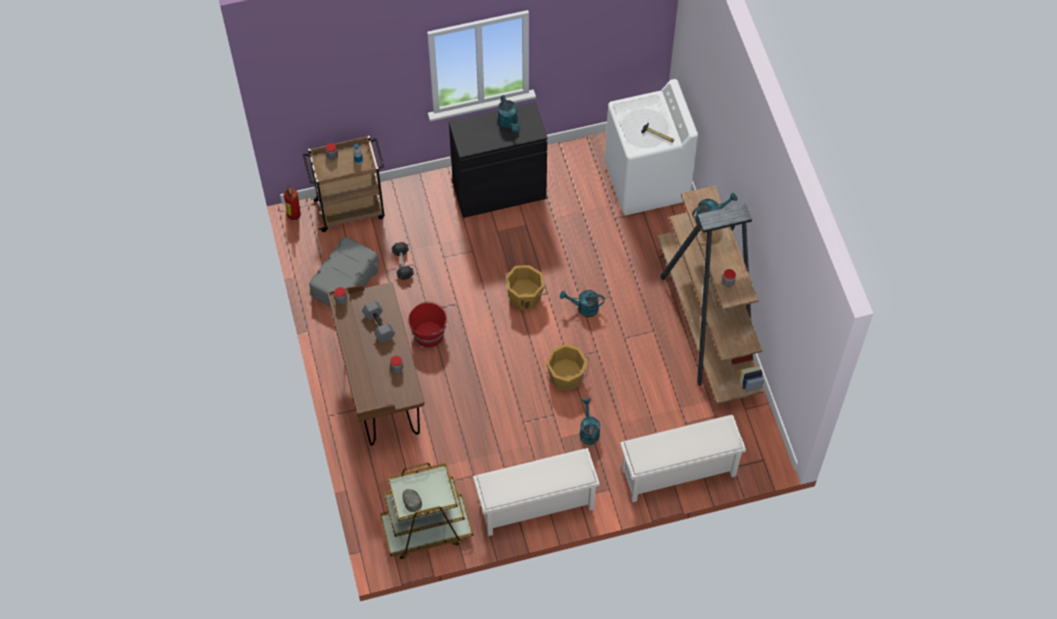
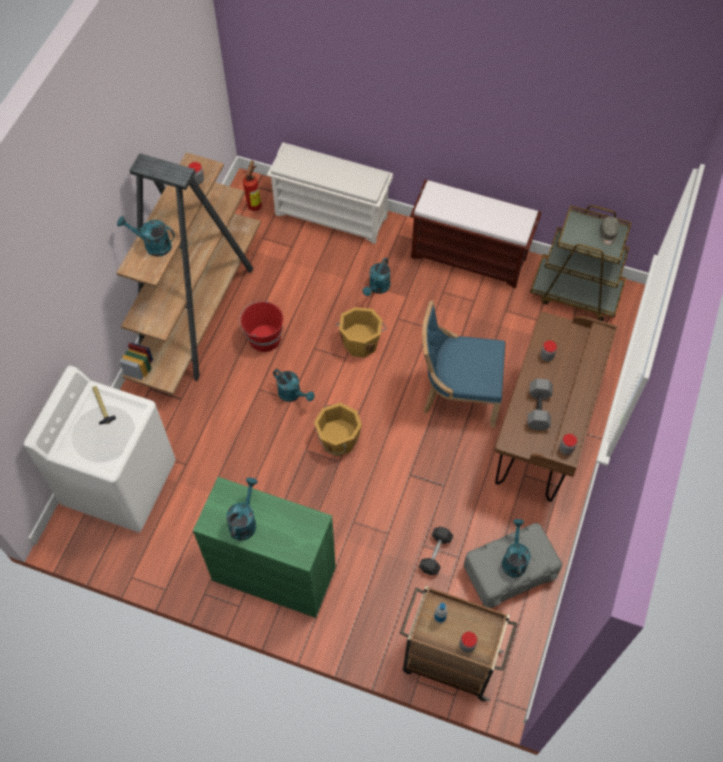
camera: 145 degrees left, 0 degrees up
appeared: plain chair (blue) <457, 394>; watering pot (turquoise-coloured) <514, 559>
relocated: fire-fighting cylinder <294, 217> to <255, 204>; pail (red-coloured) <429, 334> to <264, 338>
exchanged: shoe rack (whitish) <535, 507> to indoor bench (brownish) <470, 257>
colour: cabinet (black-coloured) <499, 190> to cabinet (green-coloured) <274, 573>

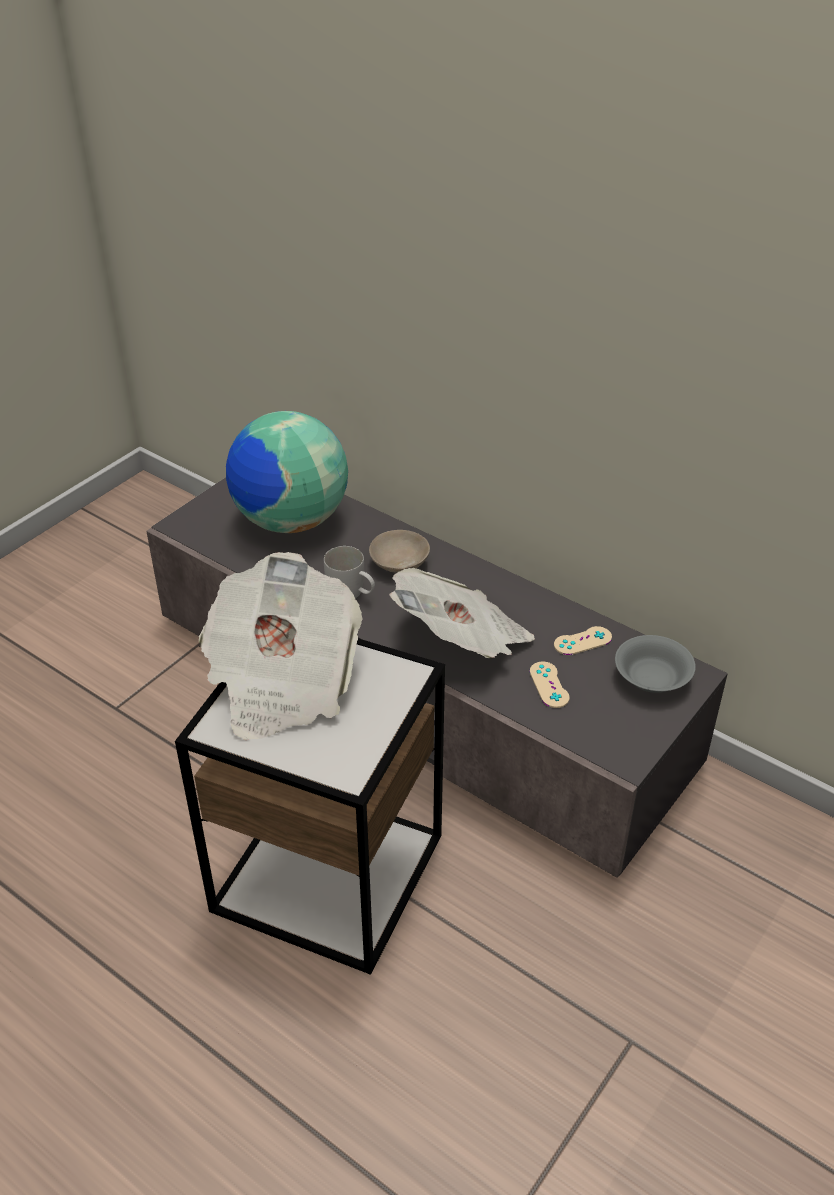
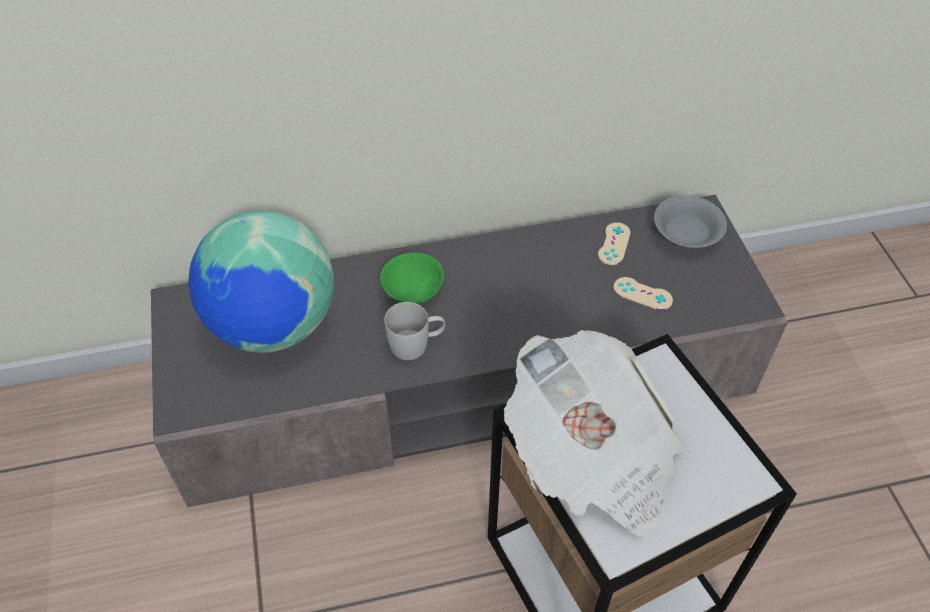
camera: 50 degrees left, 10 degrees up
missing: daily paper <462, 641>
colour: bowl (sand-coloured) <400, 562> to bowl (green-coloured) <411, 288>

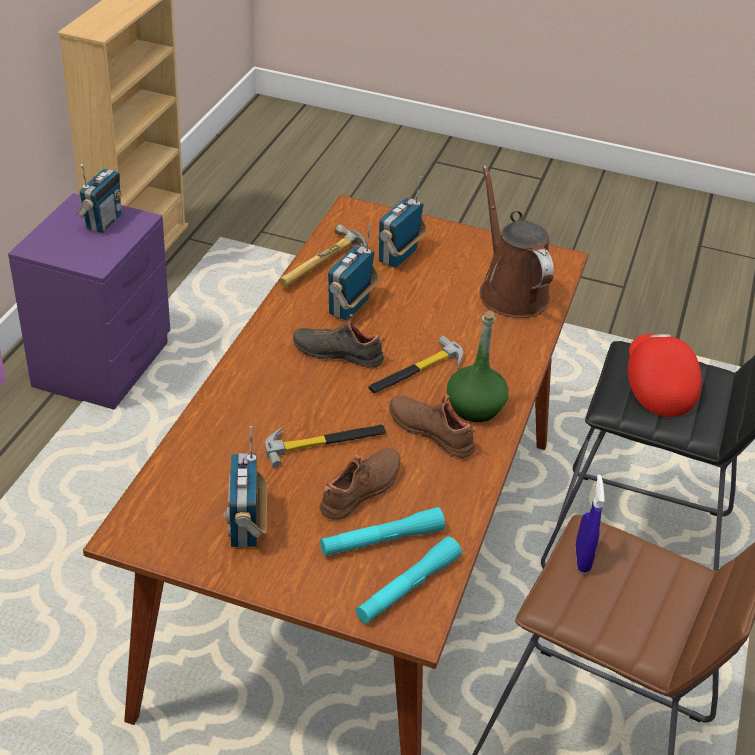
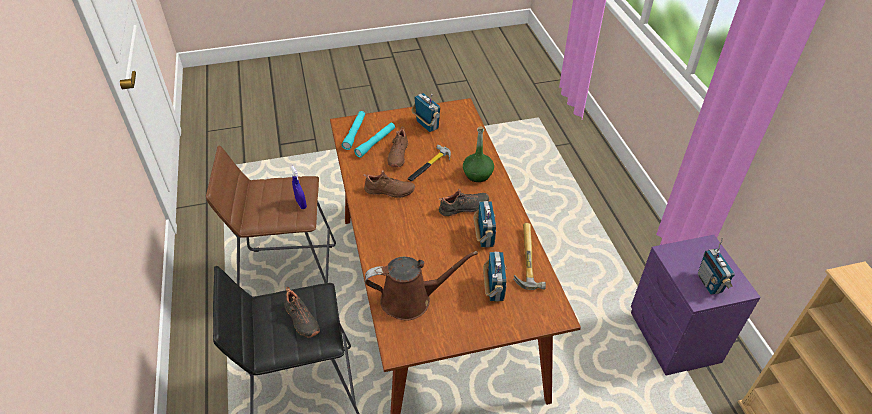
camera: 150 degrees right, 5 degrees up
missing: tool hammer <416, 372>
relocated: drink bottle (green-coloured) <475, 407> to <477, 174>
exchanged: peaked cap (red-coloured) <656, 386> to item of footwear (black-coloured) <301, 320>
spun: watering pot (brownish) <510, 291> = <411, 299> 45 degrees counterclockwise

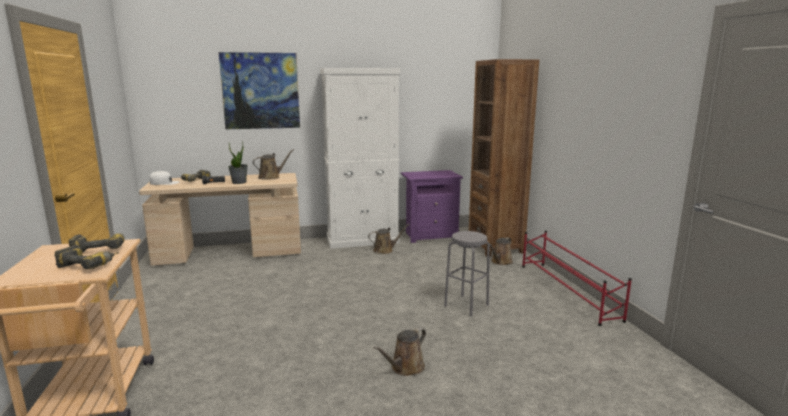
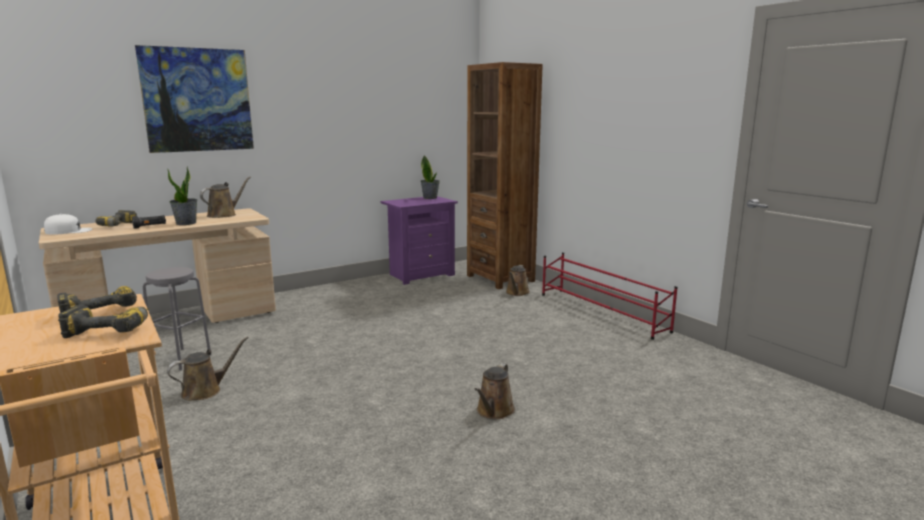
camera: 20 degrees left, 0 degrees up
missing: cabinet (whitish) <362, 240>
appeared: houseplant <430, 198>
relocated: watering pot (brownish) <385, 250> to <205, 390>; stool (gray) <466, 305> to <181, 359>

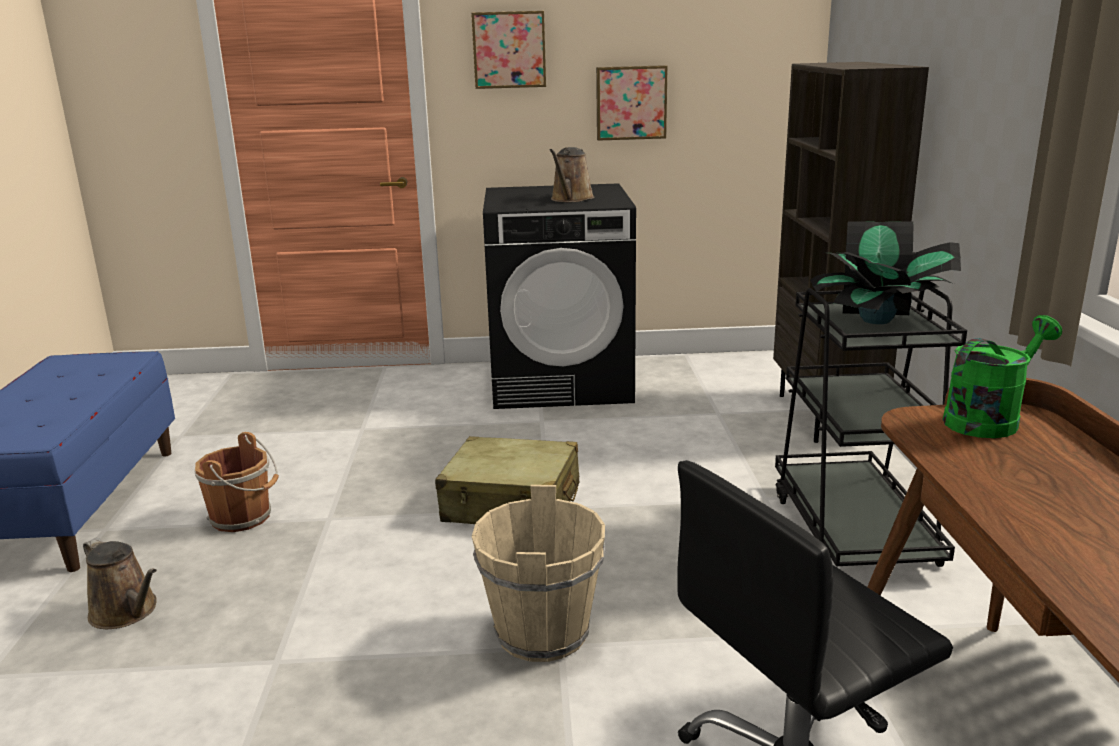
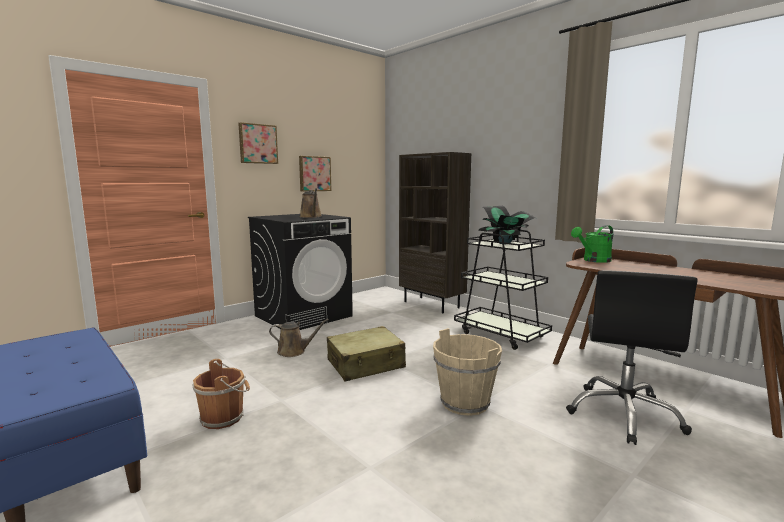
camera: 40 degrees left, 10 degrees down
relocated: watering pot (brownish) <127, 612> to <294, 351>
spun: watering pot (green-coloured) <989, 419> = <593, 260> 135 degrees counterclockwise

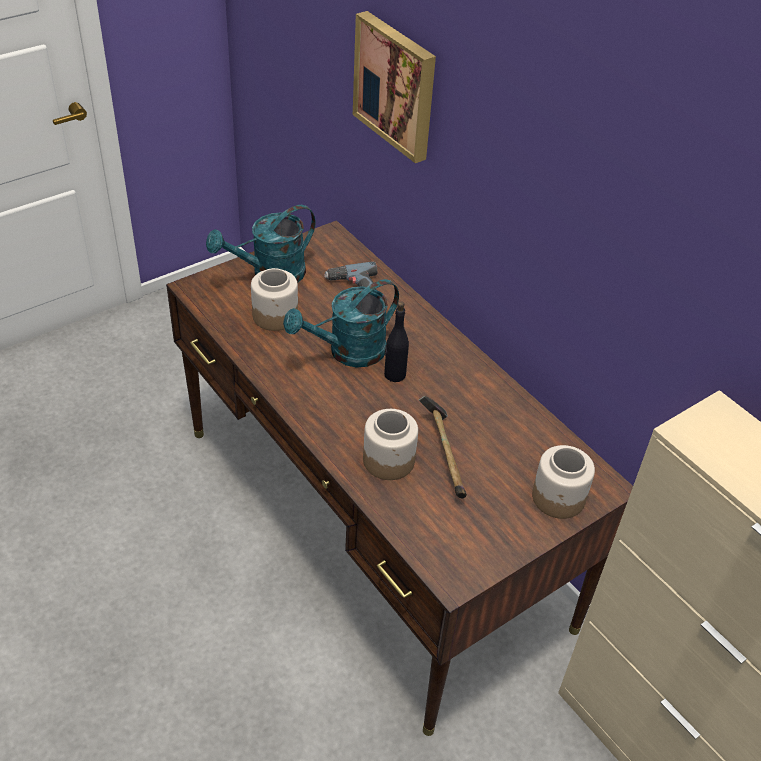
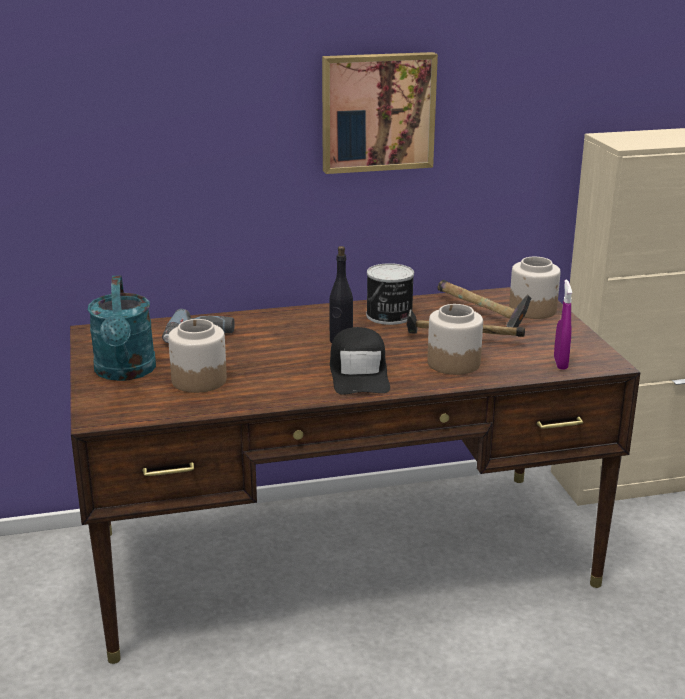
camera: 65 degrees left, 20 degrees down
missing: watering pot (turquoise-coloured) <348, 353>
appeared: can <389, 316>; tool hammer <481, 314>; hand sprayer (purple) <560, 363>; peaked cap (black-coloured) <359, 373>
relocated: wall art <396, 85> to <377, 111>

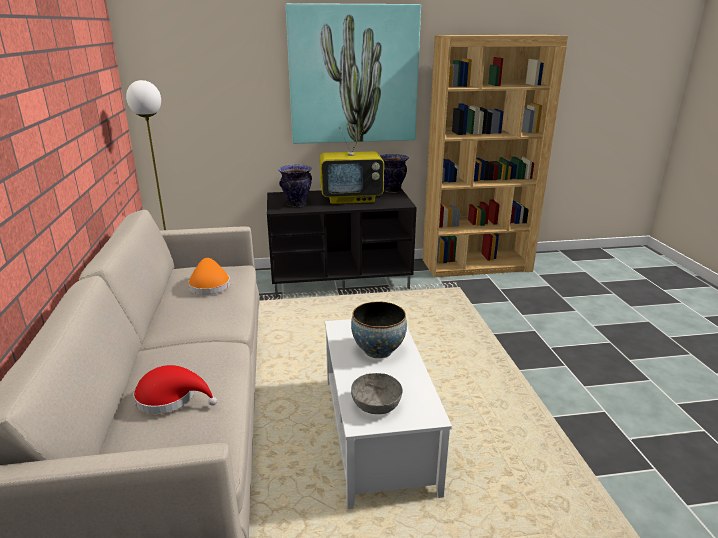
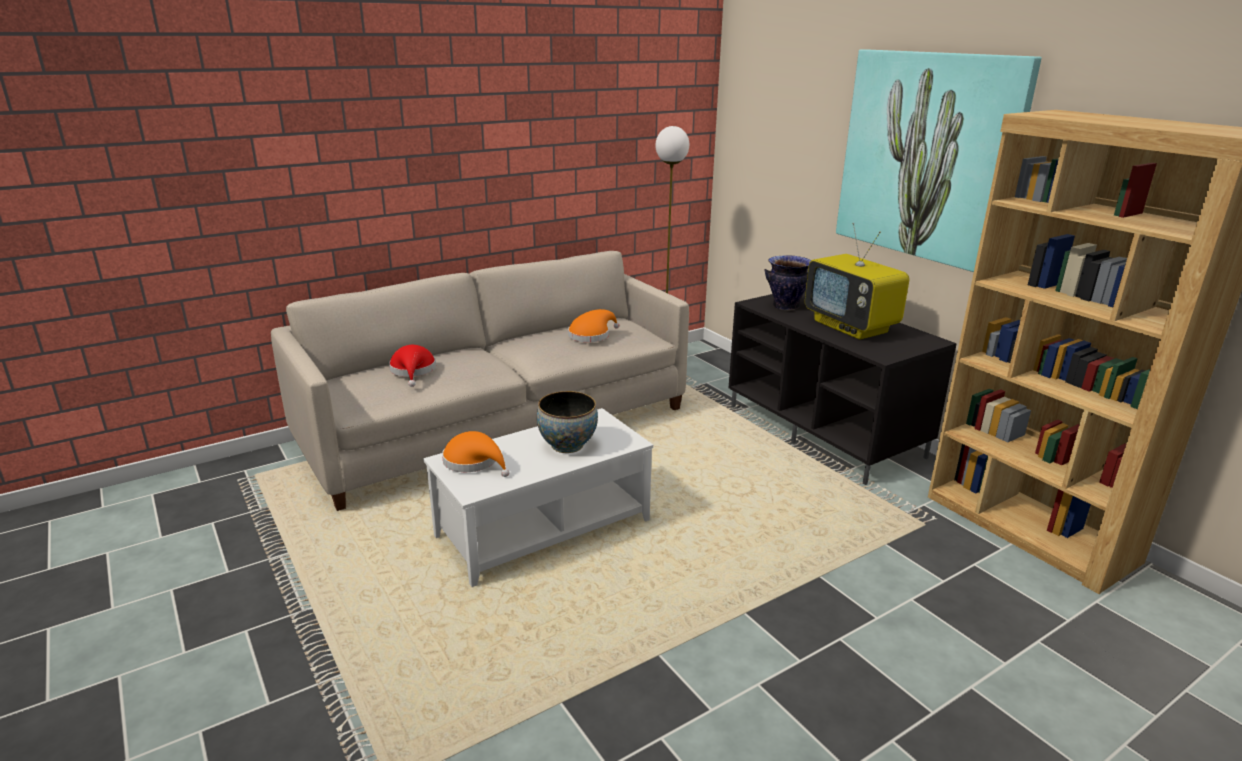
camera: 65 degrees right, 0 degrees up
missing: vase <391, 190>
exchanged: bowl (gray) <376, 404> to clothing hat (orange-coloured) <474, 462>

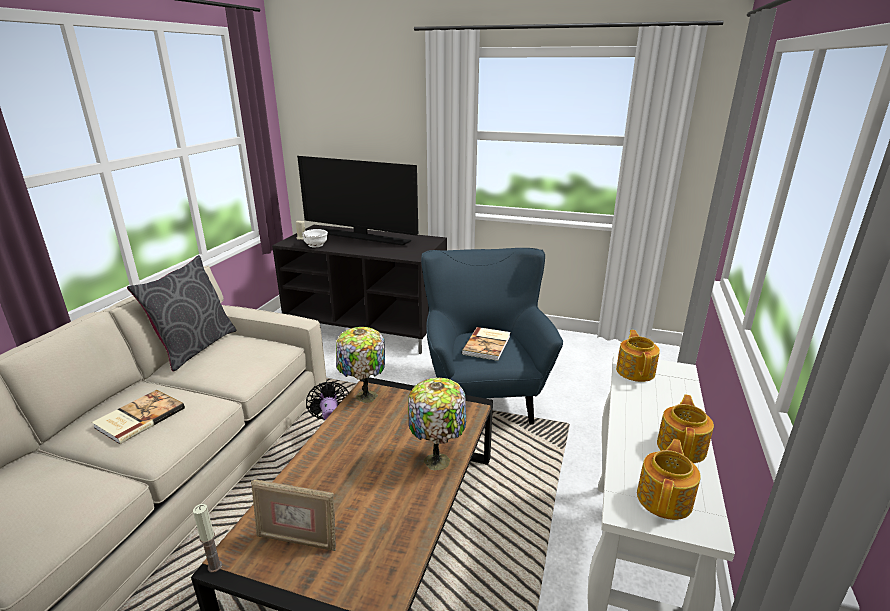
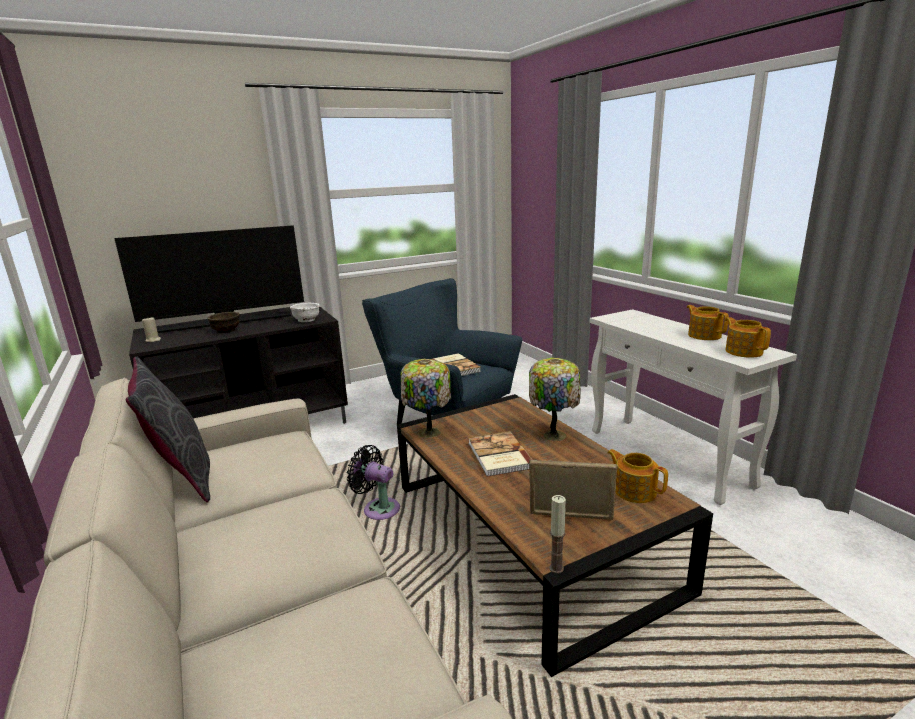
camera: 45 degrees left, 5 degrees down
appeared: bowl (brownish) <226, 330>
relocated: bowl (whitish) <315, 245> to <306, 320>; teapot <635, 371> to <634, 490>; volume <138, 418> to <498, 456>
spun: picture frame <297, 540> = <571, 518> 135 degrees counterclockwise

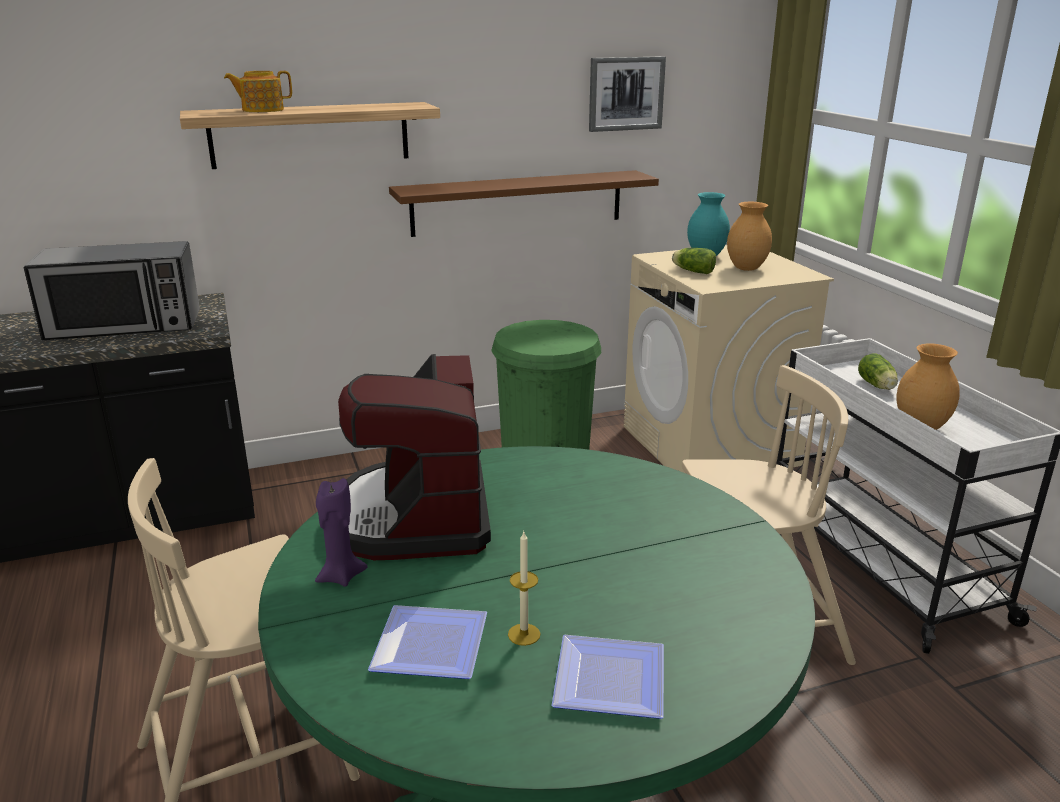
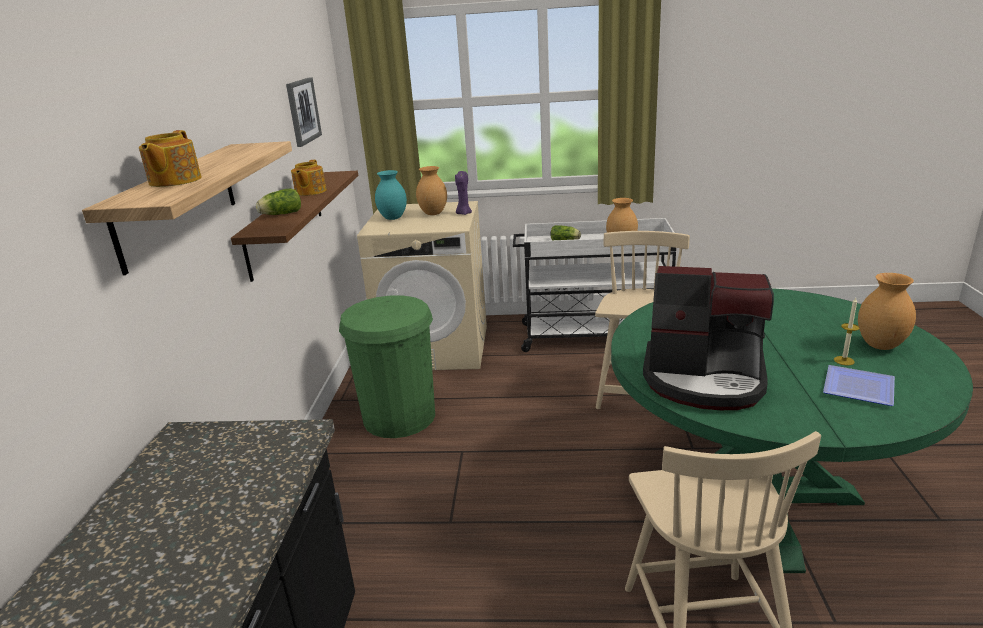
camera: 65 degrees left, 0 degrees up
missing: kitchen microwave <125, 326>
appeared: teapot <310, 192>
relocated: lettuce <692, 271> to <280, 214>; candle (purple) <340, 576> to <463, 213>
exchanged: dinner plate <606, 677> to vase (brownish) <879, 345>

